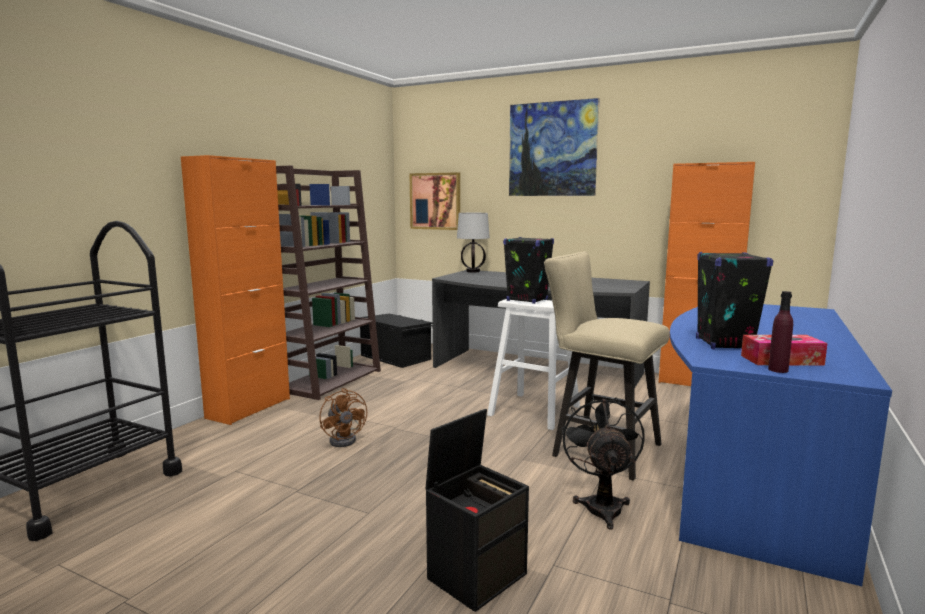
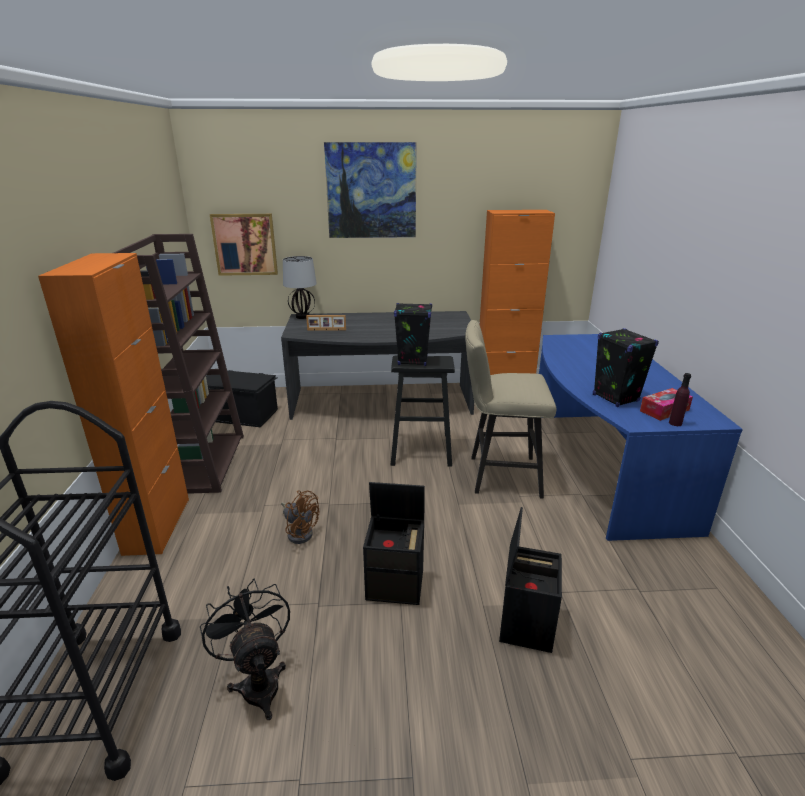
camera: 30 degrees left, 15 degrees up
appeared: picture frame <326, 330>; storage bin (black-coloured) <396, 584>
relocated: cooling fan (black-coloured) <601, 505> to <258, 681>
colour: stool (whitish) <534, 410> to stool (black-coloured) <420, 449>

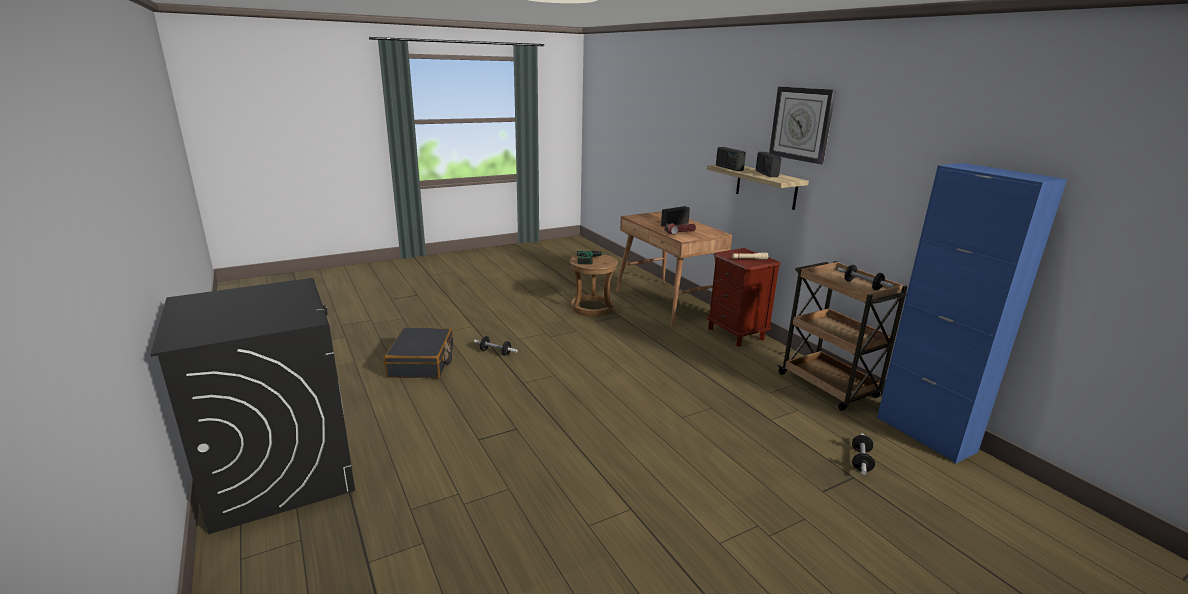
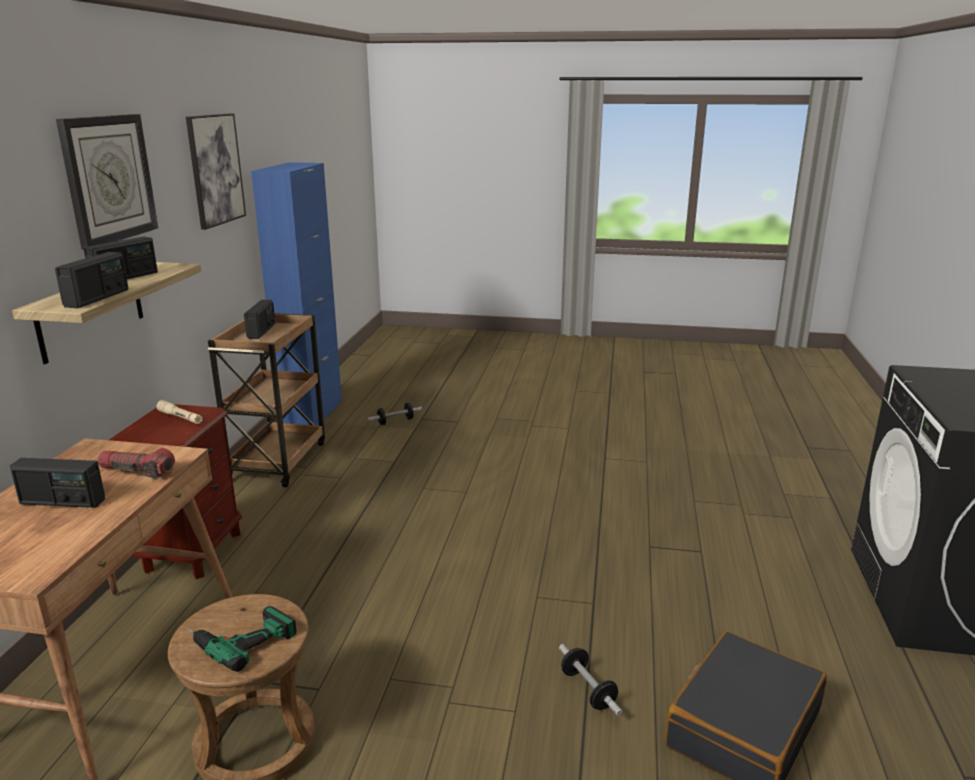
camera: 140 degrees left, 0 degrees up
appeared: wall art <215, 170>
exchanged: free weight <862, 285> to radio receiver <262, 331>

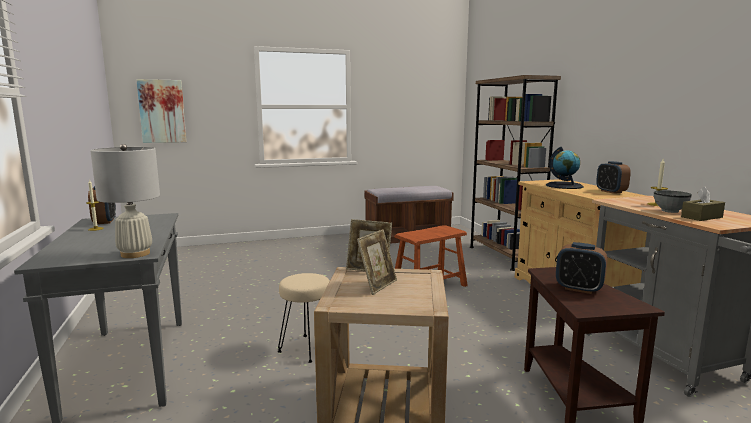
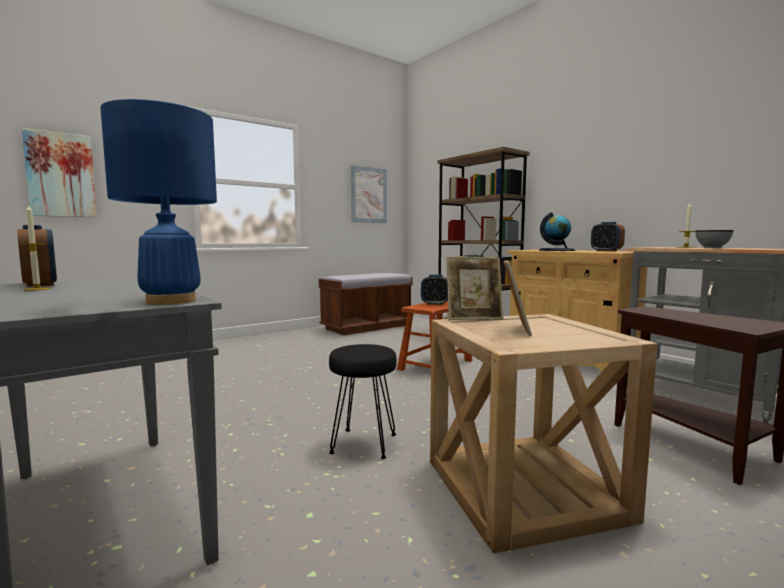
camera: 20 degrees left, 5 degrees down
missing: box of tissues (brownish) <701, 217>
appeared: wall art <368, 195>
relocated: alarm clock <579, 289> to <435, 304>
colour: tabletop lamp (whitish) <135, 254> to tabletop lamp (blue) <171, 301>; stool (sand-coloured) <306, 348> to stool (black-coloured) <363, 443>

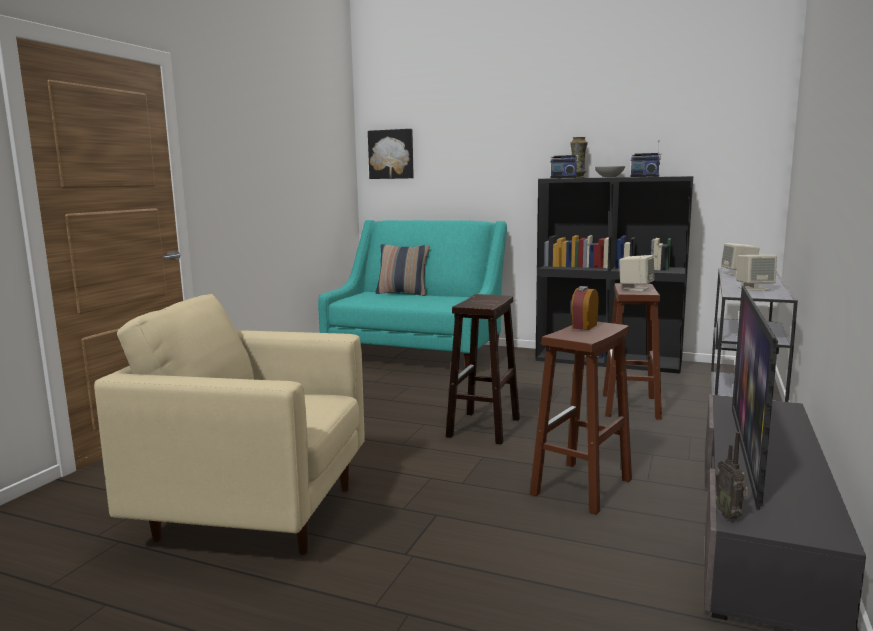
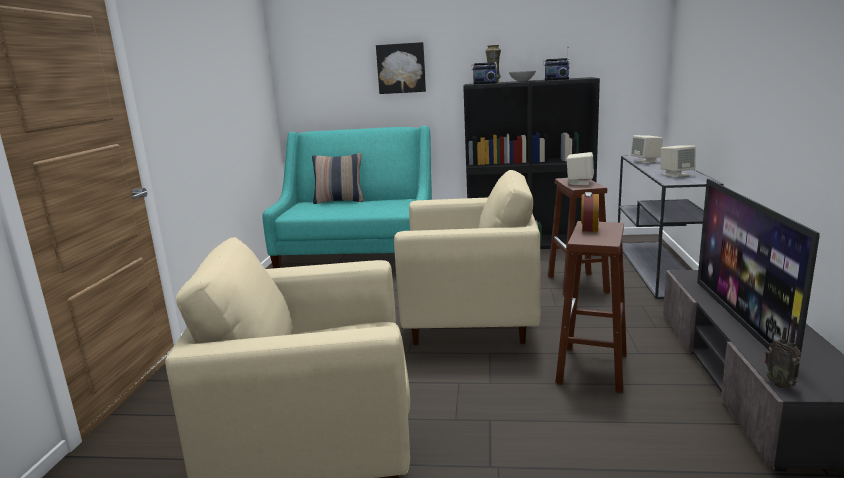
camera: 15 degrees left, 5 degrees up
relocated: wall art <391, 154> to <401, 68>
exchanged: stool (brownish) <483, 428> to easy chair (sand-coloured) <471, 324>

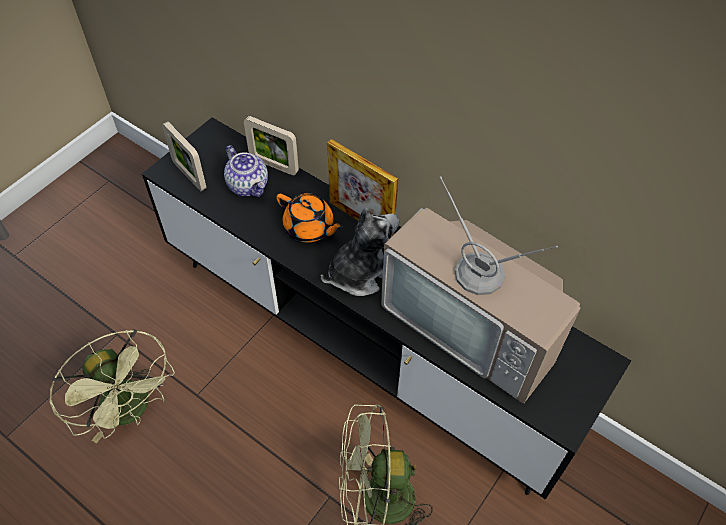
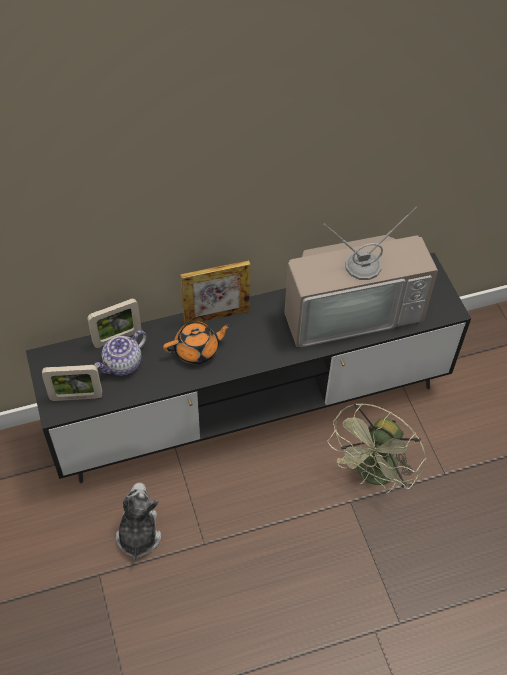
camera: 55 degrees left, 0 degrees up
missing: cooling fan (green-coloured) <132, 410>
relocated: soft toy <360, 272> to <138, 534>
spun: teapot <248, 185> = <123, 364> 135 degrees clockwise

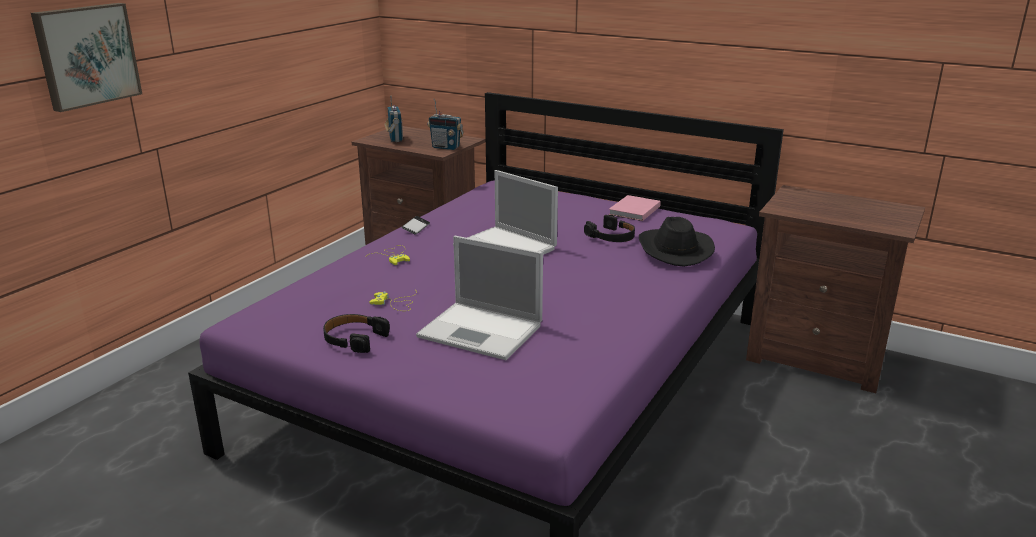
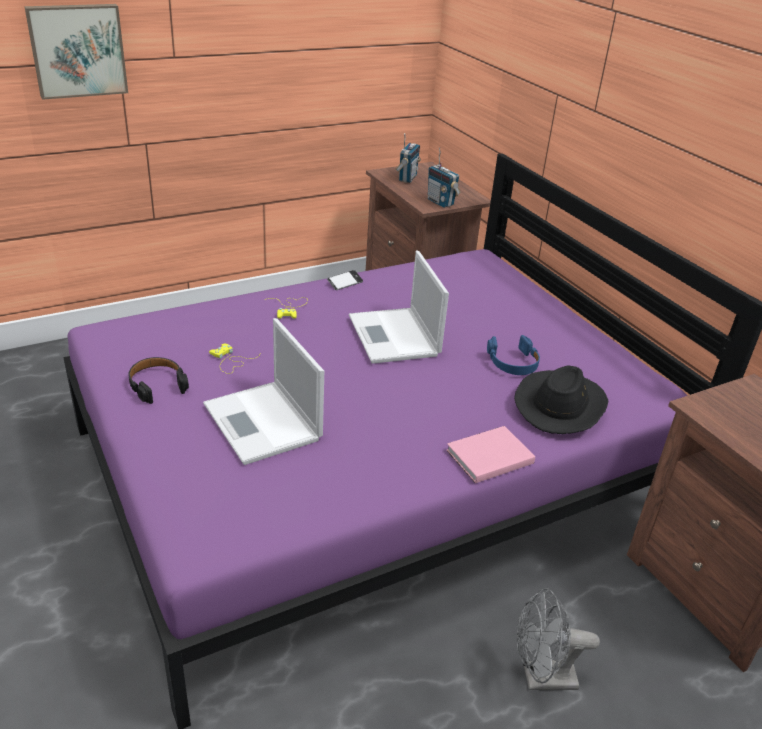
camera: 30 degrees right, 10 degrees up
appeared: cooling fan (gray) <541, 678>
relocated: volume (pink) <633, 210> to <487, 456>
colour: headset (black-coloured) <611, 236> to headset (blue) <513, 362>

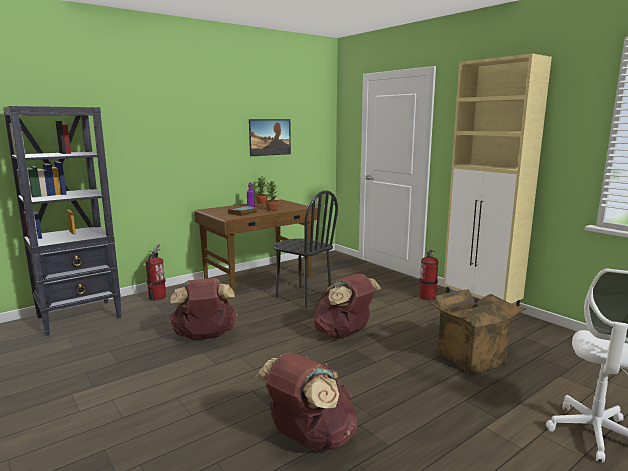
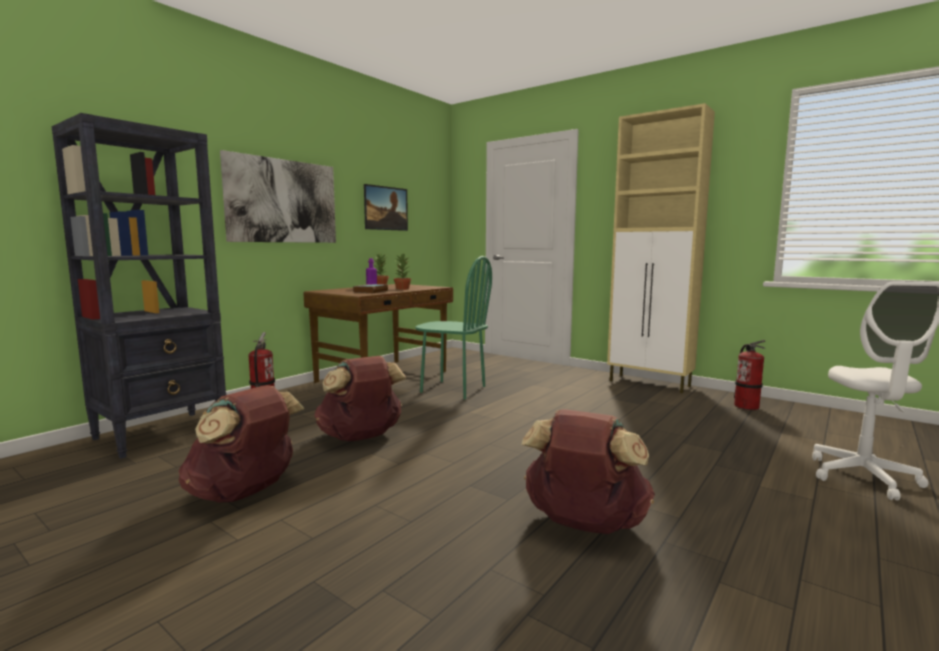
camera: 15 degrees left, 5 degrees down
missing: carton <469, 356>
appeared: wall art <283, 201>
relocated: fire-fighting cylinder <427, 297> to <746, 406>; knapsack (brownish) <344, 334> to <244, 493>
colour: plain chair (black-coloured) <303, 297> to plain chair (green-coloured) <453, 389>

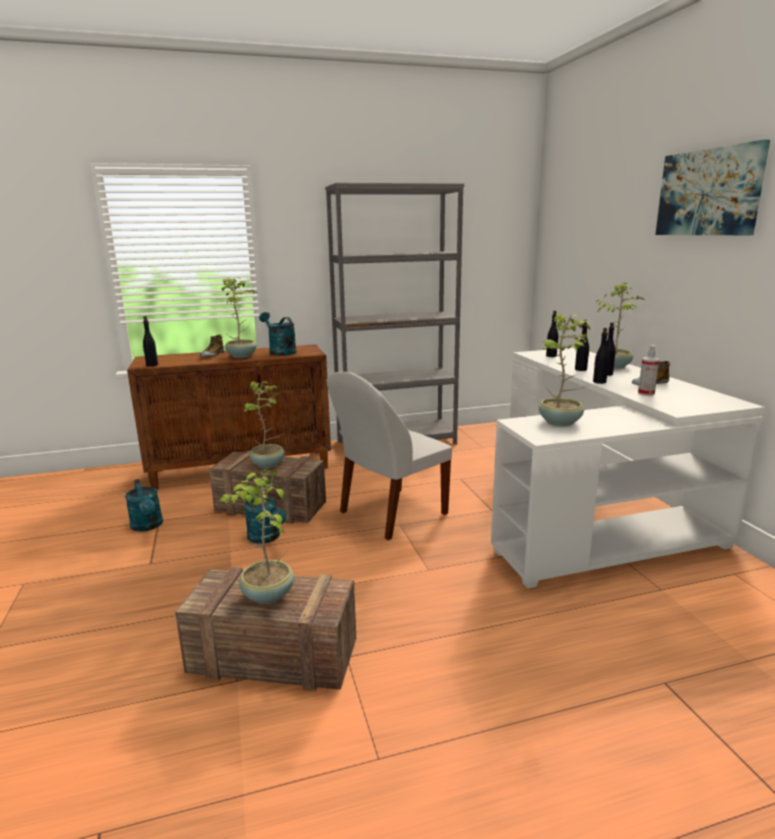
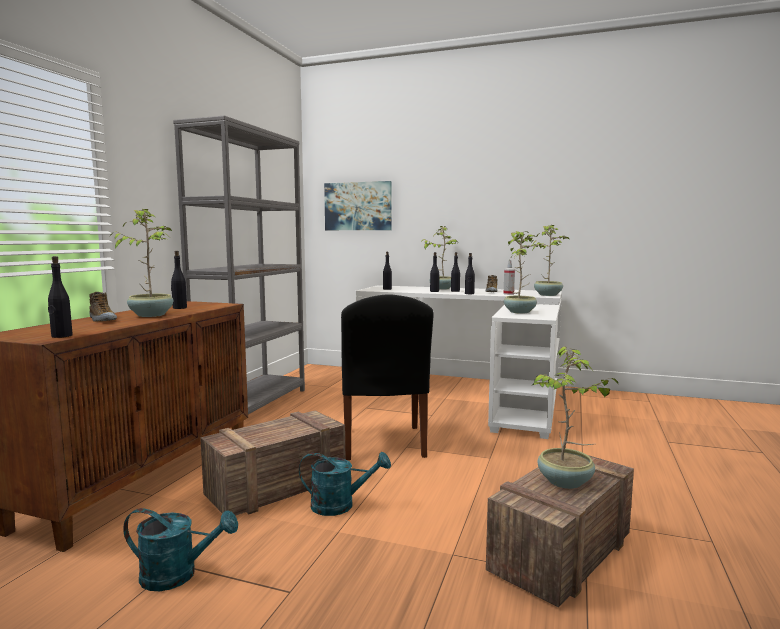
camera: 55 degrees left, 10 degrees down
relocated: wall art <709, 192> to <358, 206>; houseplant <269, 464> to <548, 295>
exchanged: watering pot (turquoise-coloured) <280, 352> to drink bottle (black-coloured) <179, 308>
colour: plain chair (whitish) <390, 514> to plain chair (black-coloured) <383, 444>

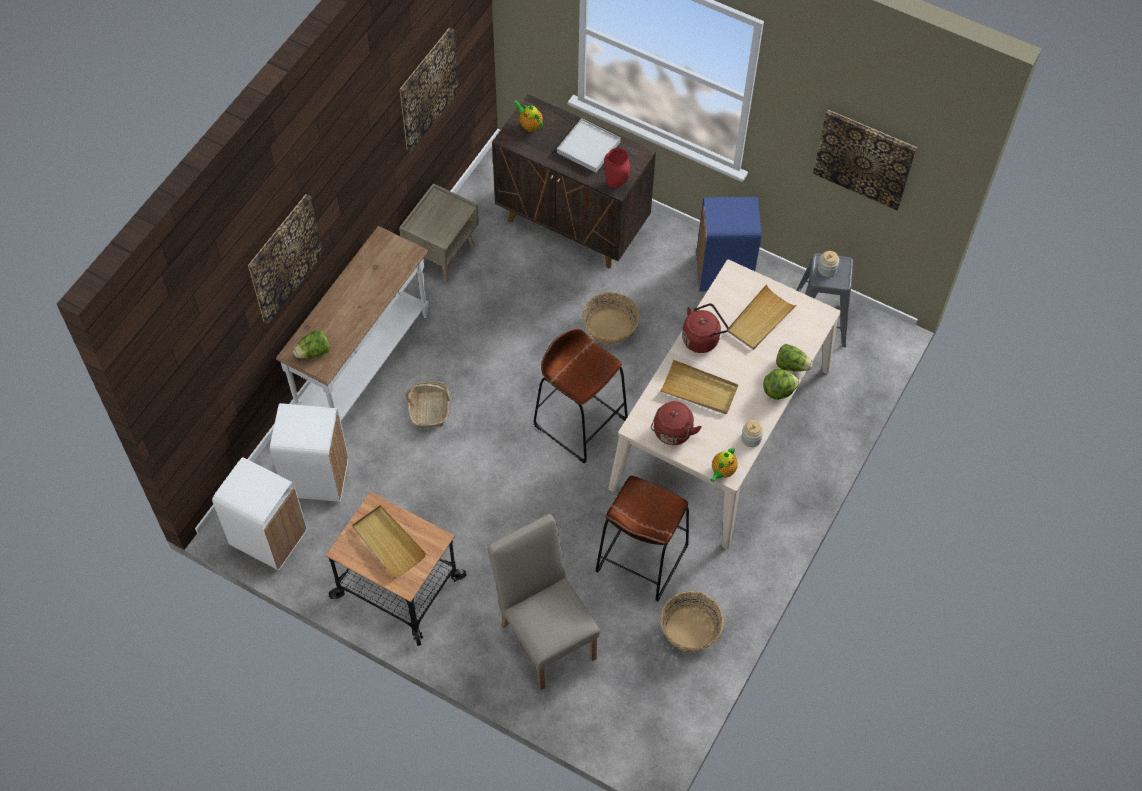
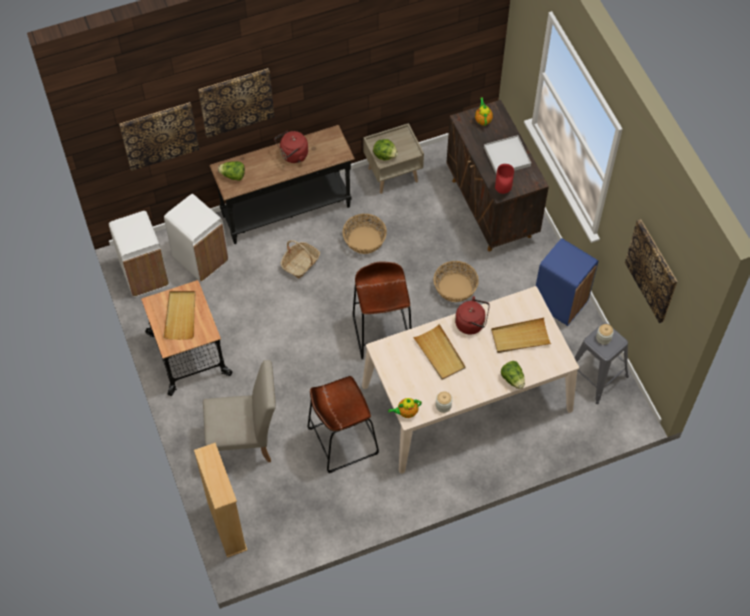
camera: 40 degrees right, 0 degrees up
appeared: bookcase (sand-coloured) <227, 526>
relocated: wall art <427, 89> to <159, 135>; lettuce <778, 390> to <385, 155>; tea kettle (red-coloured) <672, 434> to <293, 155>; storage basket <690, 629> to <364, 240>
colour: console table (whitish) <365, 366> to console table (black-coloured) <287, 212>
spun: plain chair (sand-coloured) <545, 634> = <245, 443> 75 degrees clockwise

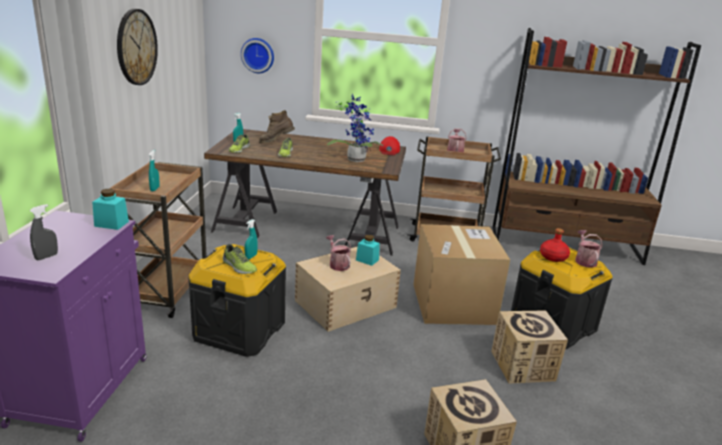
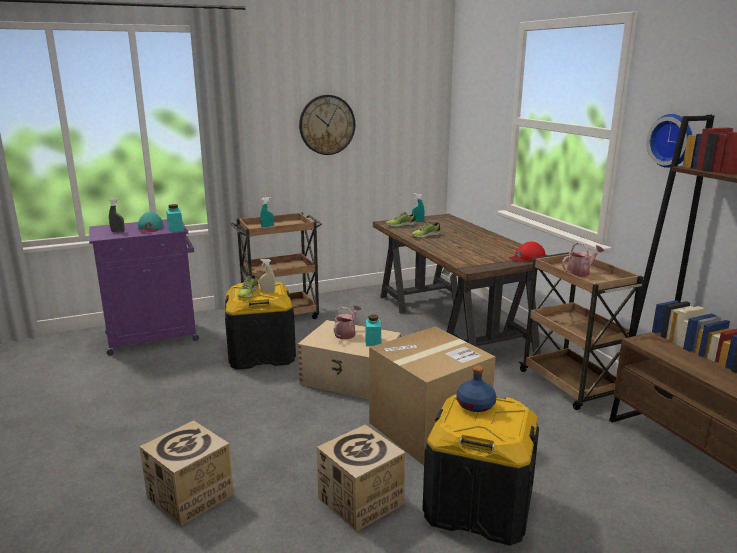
camera: 60 degrees right, 5 degrees down
missing: houseplant <355, 159>; high-top boot (brownish) <276, 142>; watering pot <584, 260>
appeared: peaked cap (turquoise-coloured) <150, 228>
relocated: hanging clock <258, 55> to <672, 140>
colour: hand sprayer (turquoise-coloured) <251, 257> to hand sprayer (sand-coloured) <268, 292>; drink bottle (red-coloured) <553, 257> to drink bottle (blue) <475, 405>

